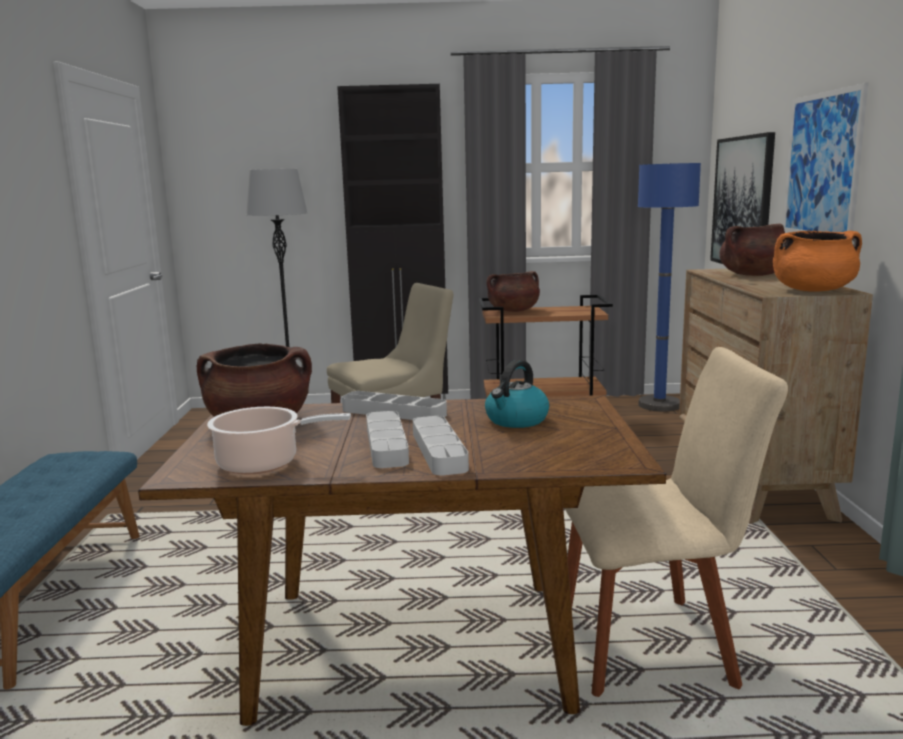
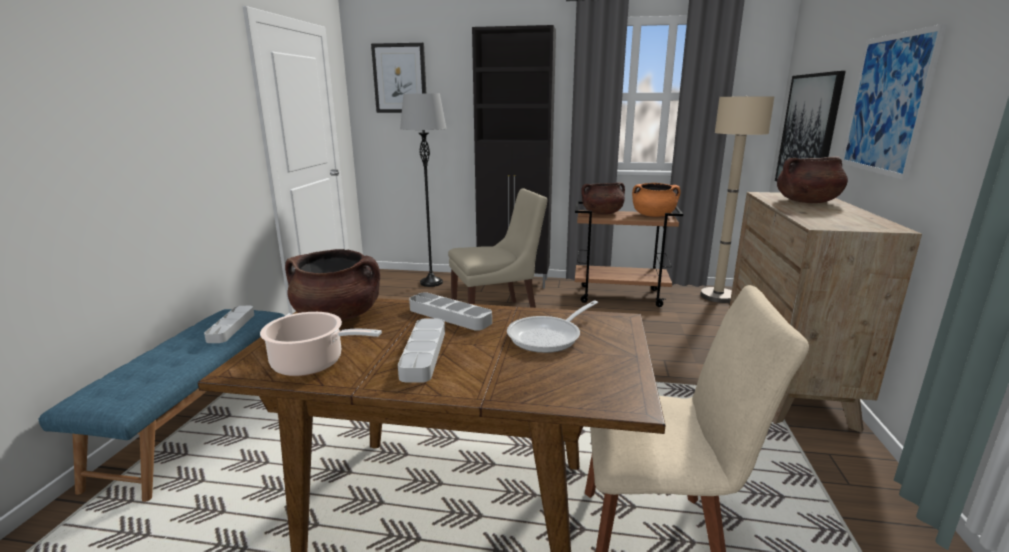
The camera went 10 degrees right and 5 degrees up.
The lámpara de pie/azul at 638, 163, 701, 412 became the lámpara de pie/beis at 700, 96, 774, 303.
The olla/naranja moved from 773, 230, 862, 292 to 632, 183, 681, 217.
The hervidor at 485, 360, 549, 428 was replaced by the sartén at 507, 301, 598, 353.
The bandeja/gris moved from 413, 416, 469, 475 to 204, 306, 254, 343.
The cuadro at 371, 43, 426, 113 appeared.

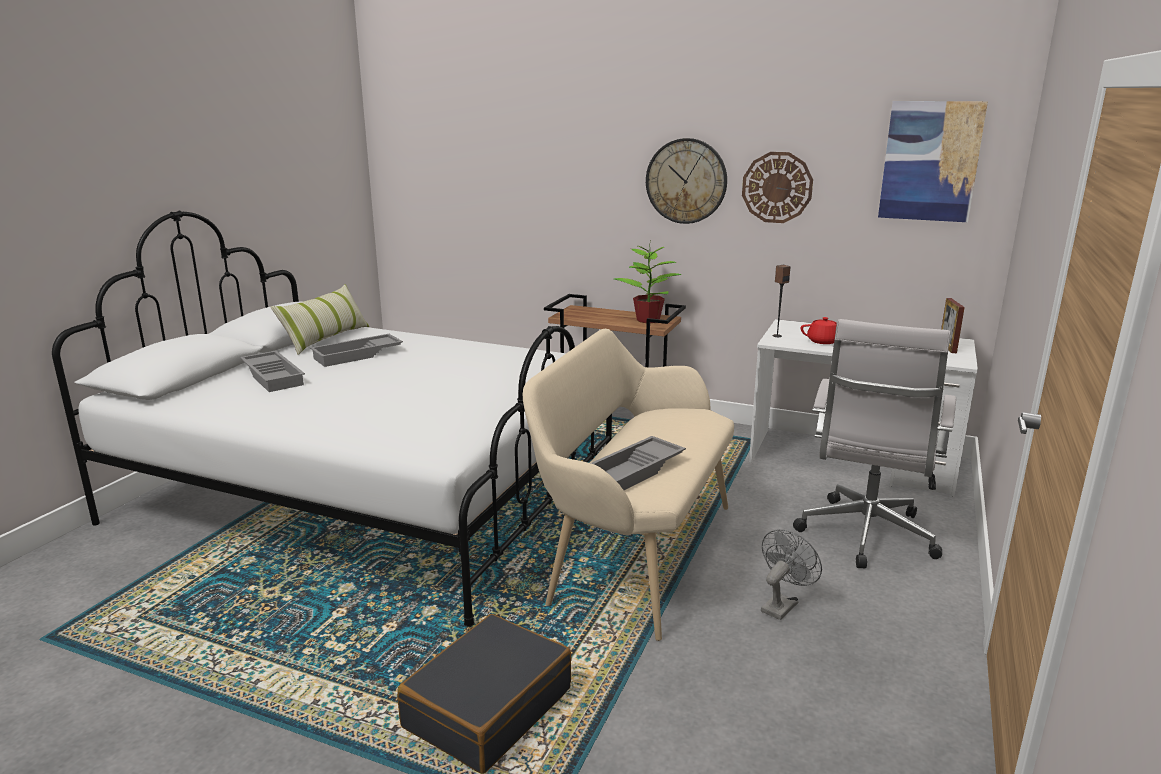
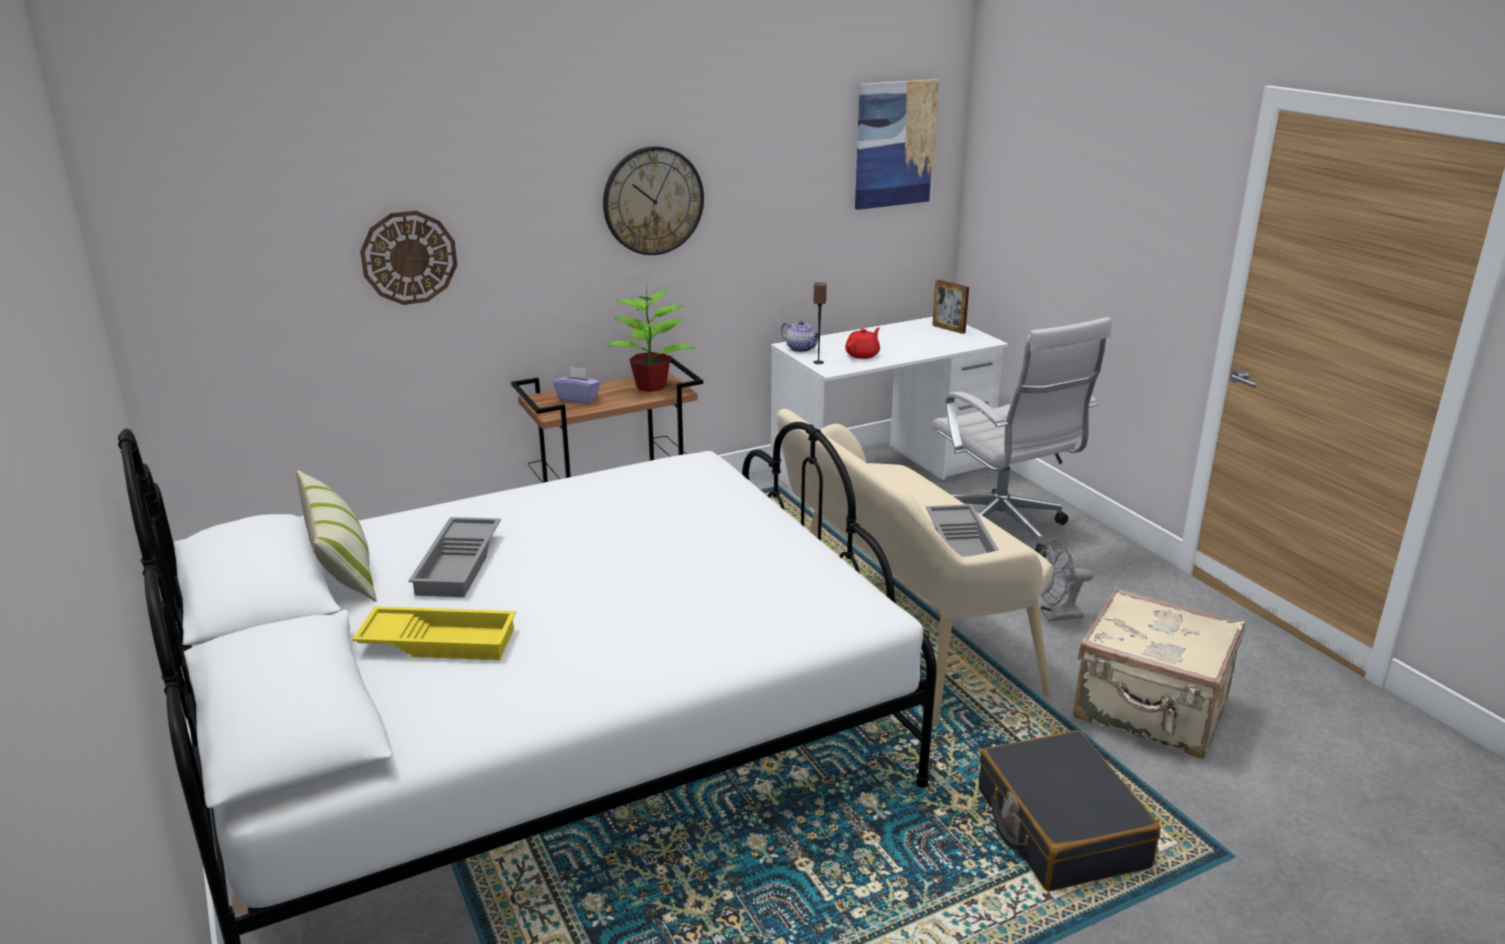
The camera went 50 degrees left and 5 degrees up.
The reloj de pared moved from 742, 152, 813, 223 to 360, 211, 457, 305.
The bandeja/gris at 240, 351, 305, 392 became the bandeja/amarillo at 352, 606, 516, 660.
The ventilador/gris at 761, 529, 822, 620 turned 90 degrees counterclockwise.
The tetera at 781, 321, 822, 352 appeared.
The caja de pañuelos/morado at 553, 366, 601, 404 appeared.
The maleta/beis at 1073, 588, 1245, 759 appeared.

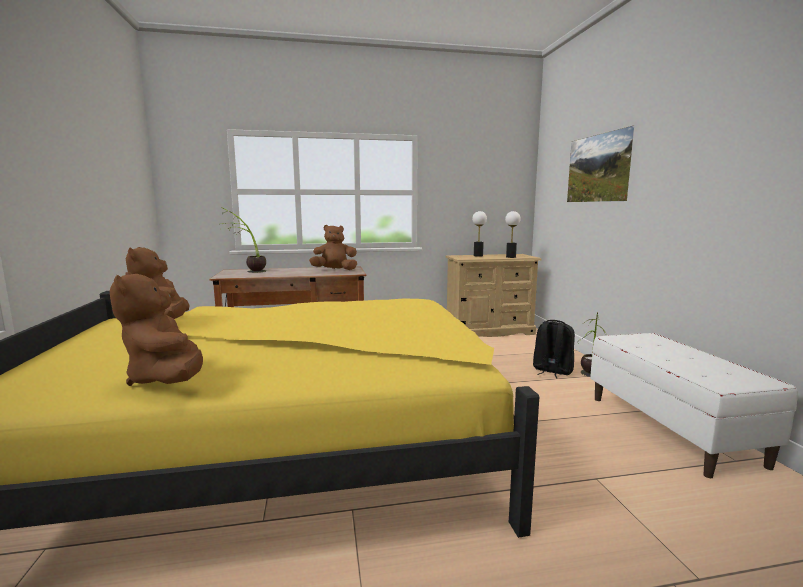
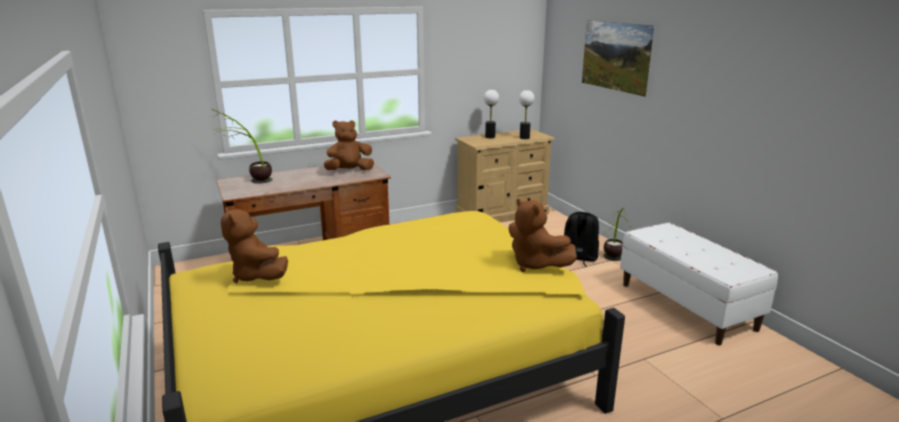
The camera went 15 degrees left and 10 degrees up.
The peluche/marrón moved from 110, 272, 203, 386 to 508, 198, 577, 272.

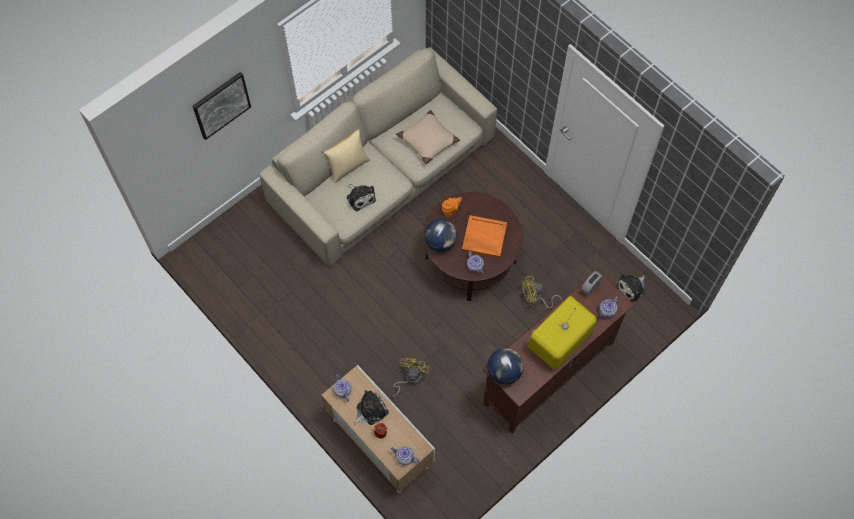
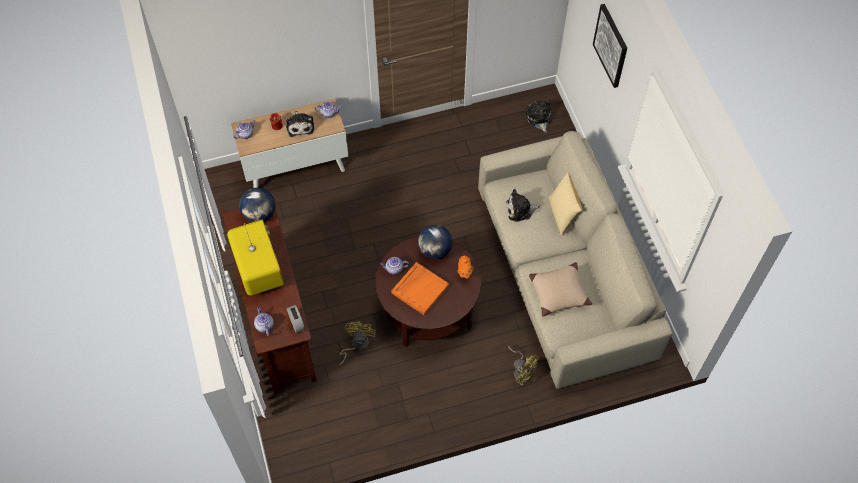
The camera went 115 degrees right and 5 degrees down.
The peluche moved from 616, 274, 645, 302 to 525, 100, 552, 133.
The ventilador/amarillo moved from 392, 358, 430, 397 to 508, 346, 539, 385.

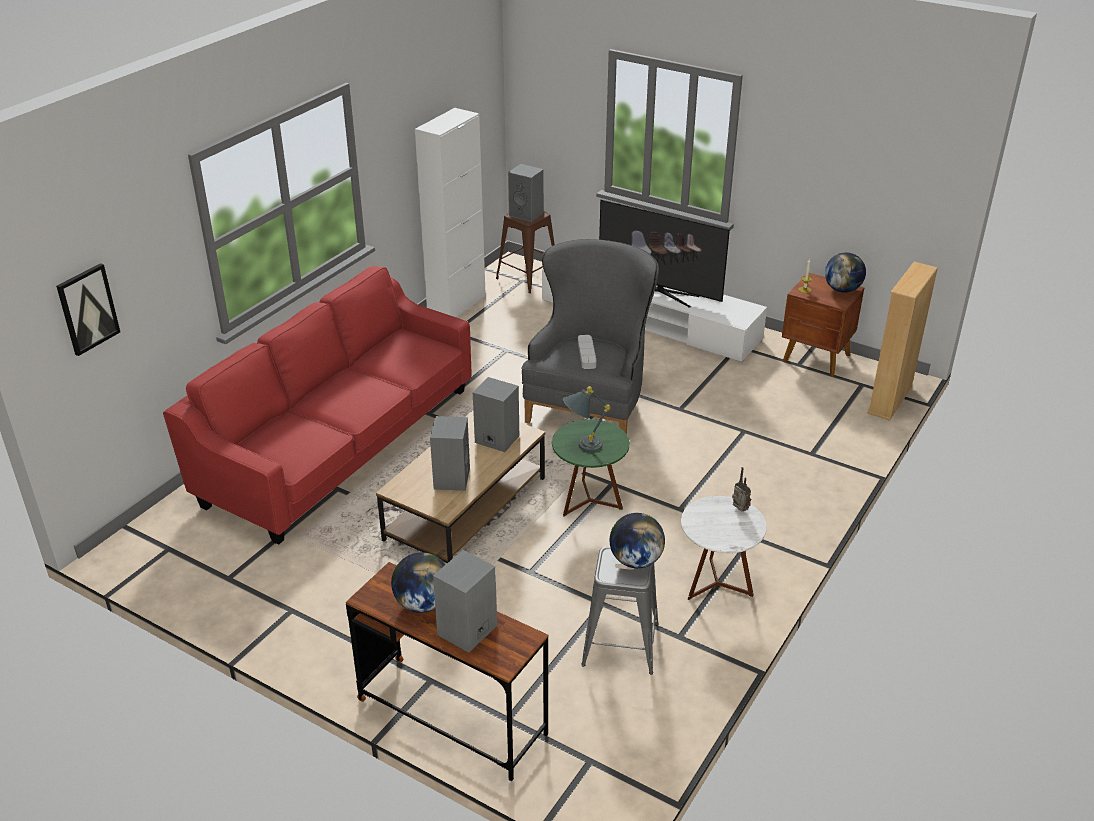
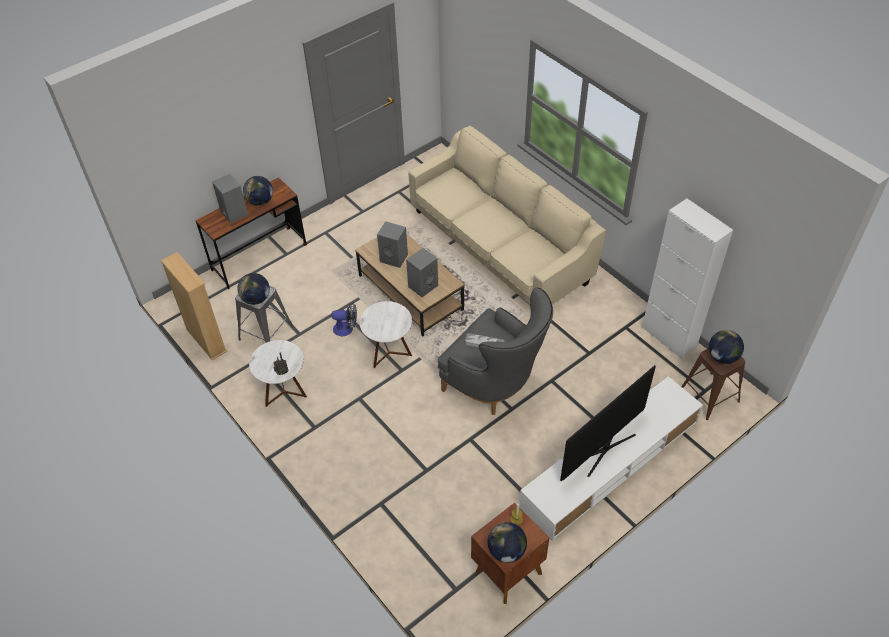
The camera went 110 degrees right and 15 degrees up.
The altavoz/gris at 508, 164, 544, 222 was replaced by the globo terráqueo at 709, 330, 744, 364.
The estantería/beis moved from 867, 262, 938, 421 to 161, 252, 227, 360.
The cuadro at 56, 263, 120, 356 disappeared.
The sofá/rojo at 163, 266, 472, 545 became the sofá/beis at 408, 126, 606, 305.
The lámpara de mesa/gris at 563, 386, 611, 452 disappeared.
The mesa auxiliar/verde at 552, 419, 630, 516 became the mesa auxiliar/blanco at 360, 301, 412, 368.
The ventilador at 331, 303, 357, 337 appeared.

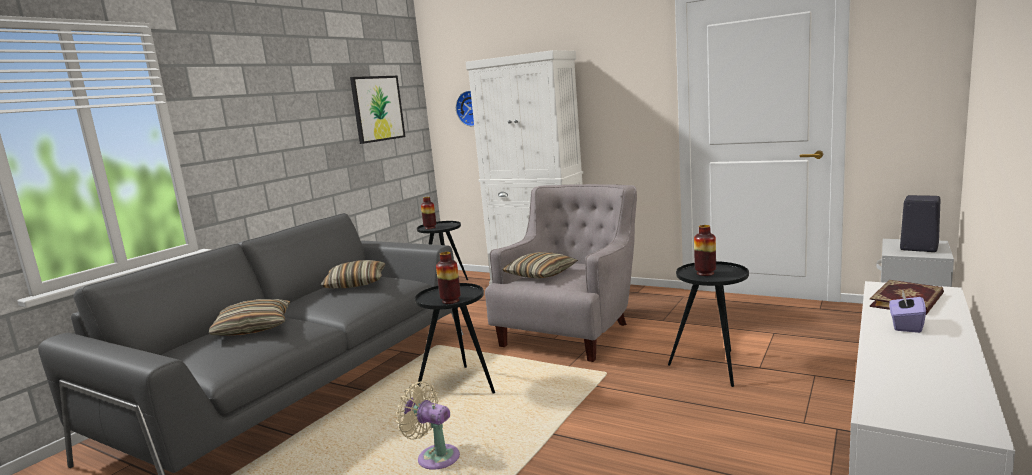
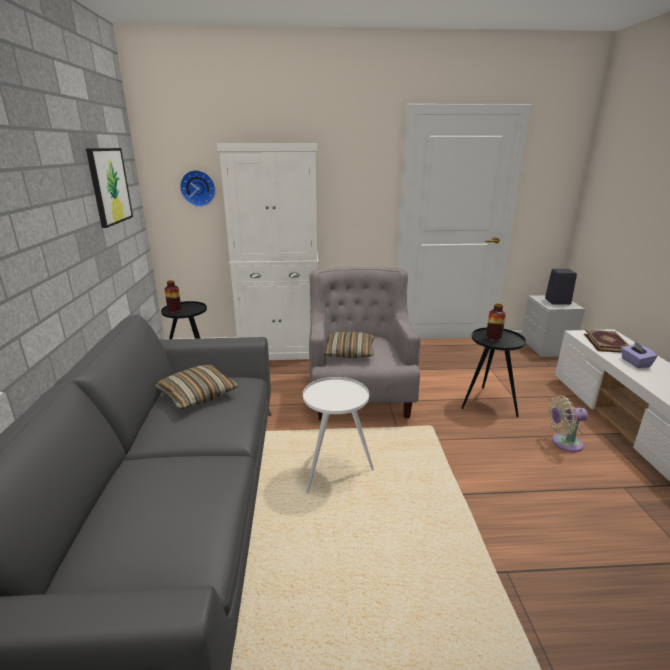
The camera went 35 degrees left and 10 degrees up.
The florero at 436, 252, 461, 304 disappeared.
The mesa auxiliar/negro at 415, 283, 495, 394 became the mesa auxiliar/blanco at 303, 377, 374, 493.
The cojín at 209, 299, 291, 336 disappeared.
The ventilador/beis moved from 396, 381, 460, 470 to 548, 395, 588, 452.

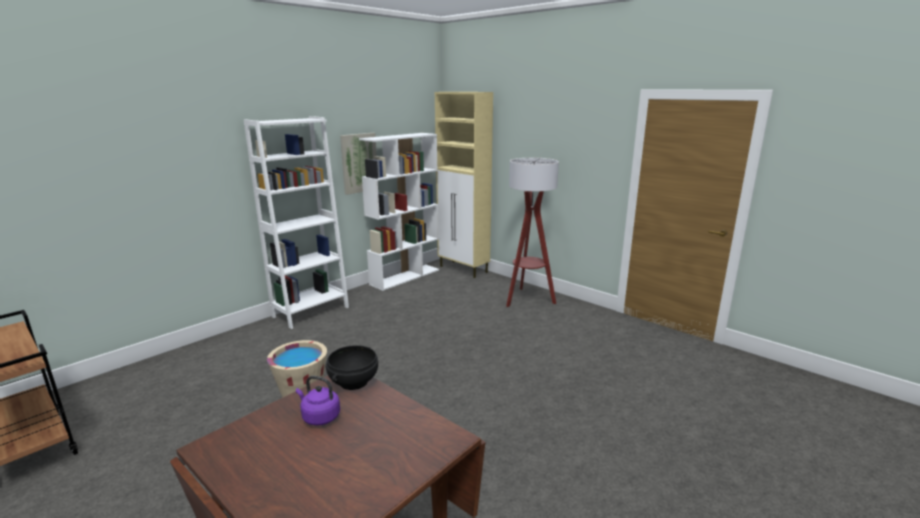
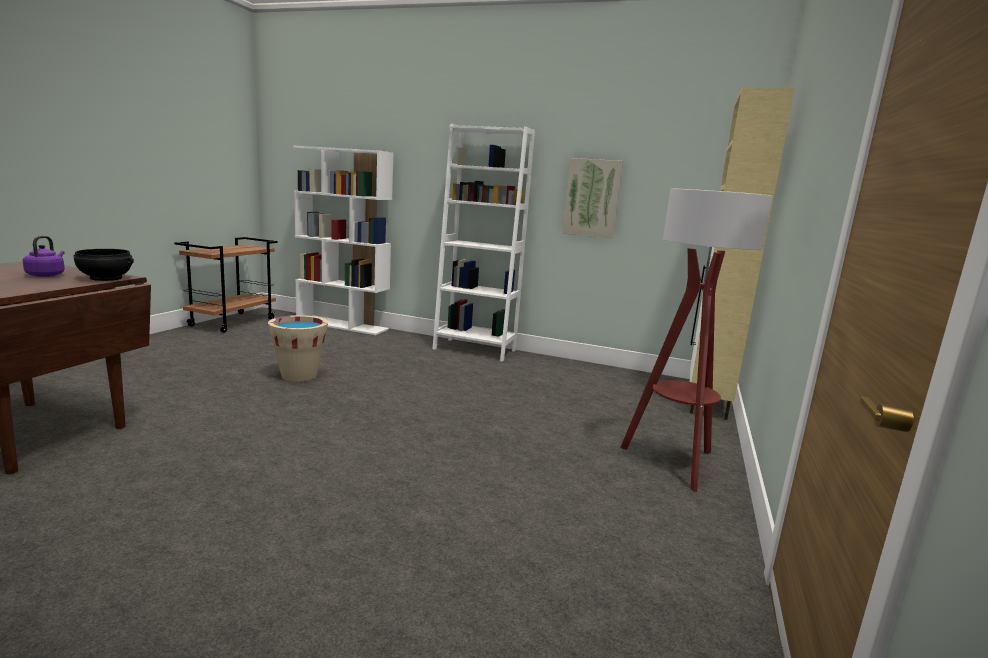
The camera went 65 degrees right and 5 degrees down.
The estantería/blanco moved from 359, 133, 439, 291 to 293, 146, 394, 335.

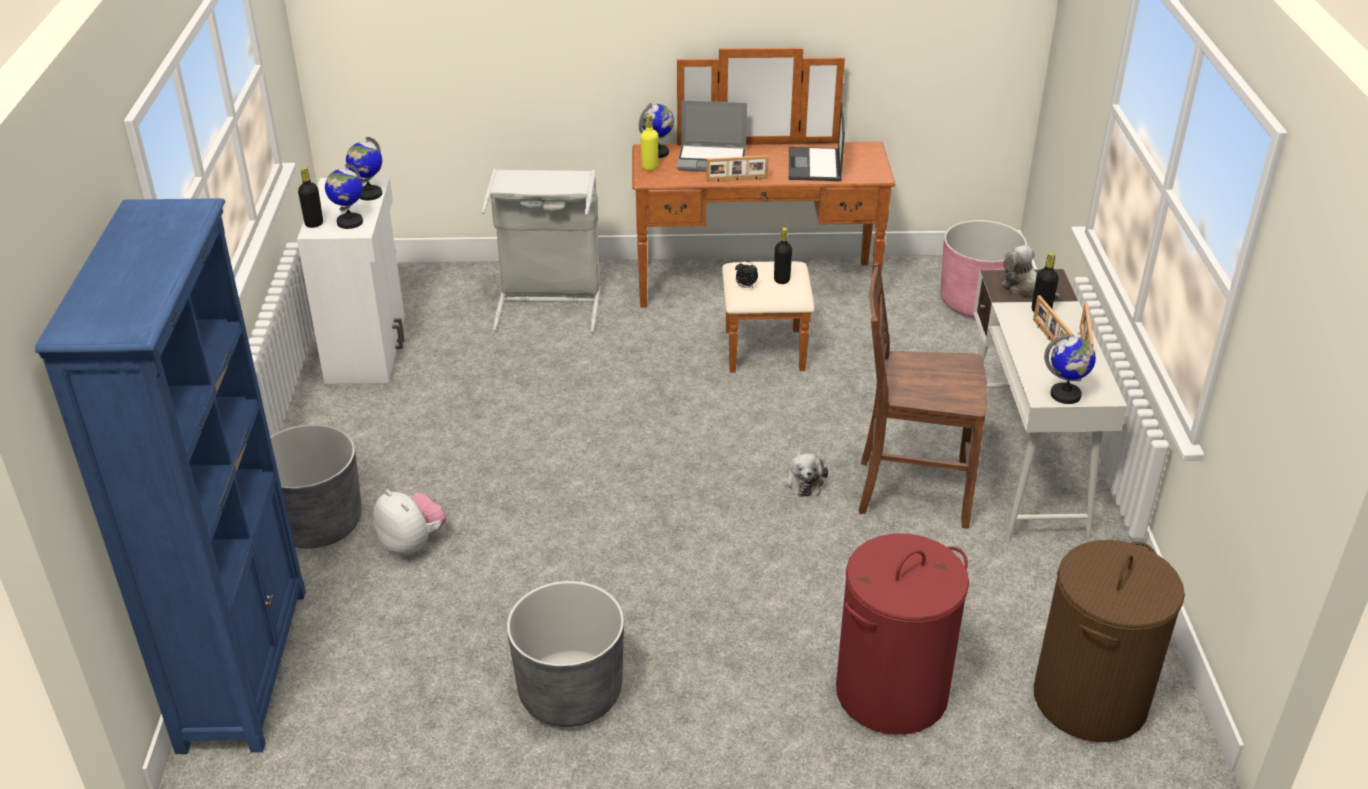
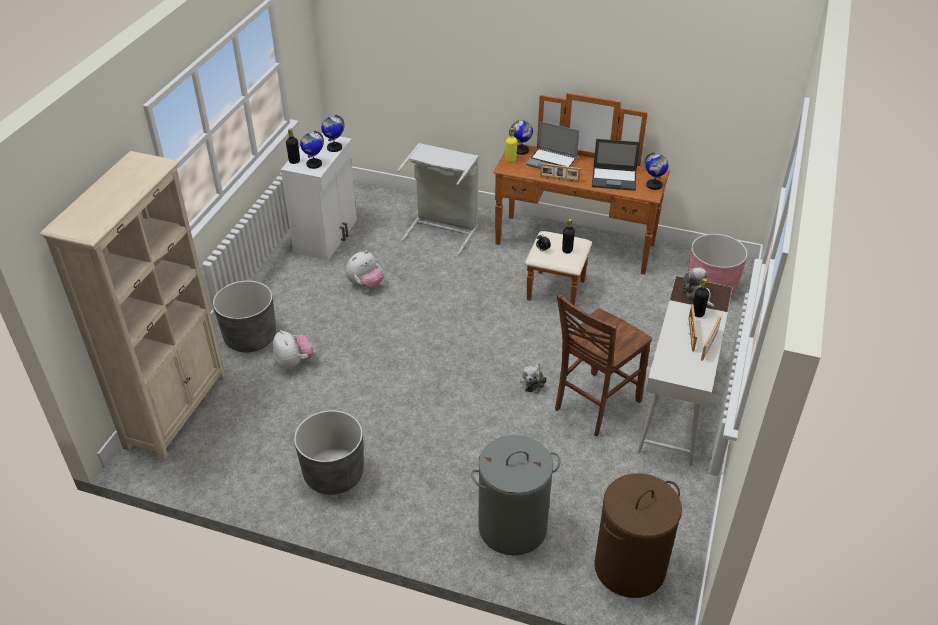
The camera went 20 degrees right and 5 degrees up.
The portátil at 789, 102, 845, 181 turned 105 degrees counterclockwise.
The estantería/azul at 35, 198, 306, 754 became the estantería/beis at 40, 151, 226, 461.
The silla/marrón at 859, 263, 987, 528 turned 75 degrees counterclockwise.
The globo terráqueo moved from 1044, 334, 1096, 404 to 644, 152, 668, 190.
The cesto de la ropa/rojo at 836, 533, 969, 735 became the cesto de la ropa/gris at 471, 435, 560, 556.
The peluche at 346, 250, 384, 289 appeared.

